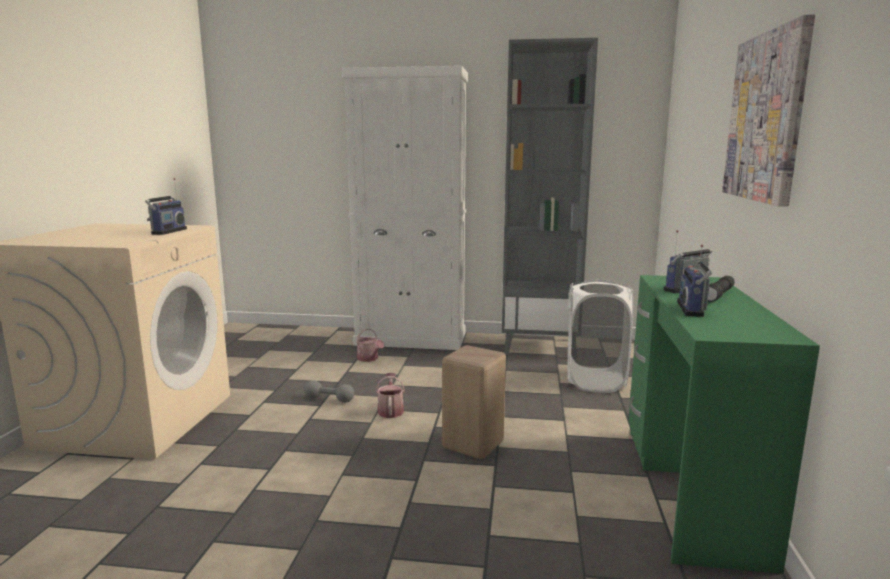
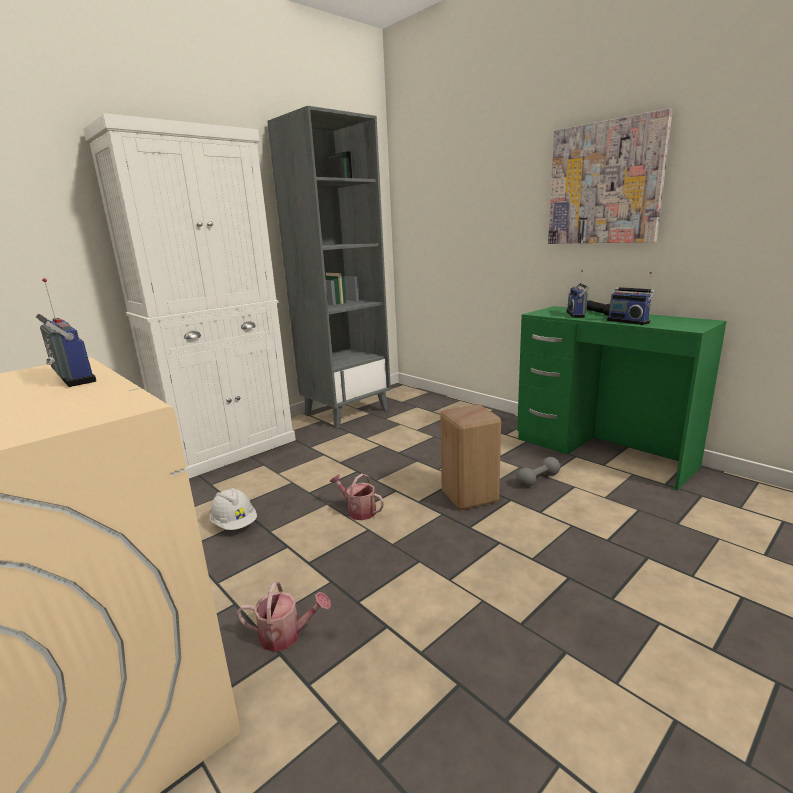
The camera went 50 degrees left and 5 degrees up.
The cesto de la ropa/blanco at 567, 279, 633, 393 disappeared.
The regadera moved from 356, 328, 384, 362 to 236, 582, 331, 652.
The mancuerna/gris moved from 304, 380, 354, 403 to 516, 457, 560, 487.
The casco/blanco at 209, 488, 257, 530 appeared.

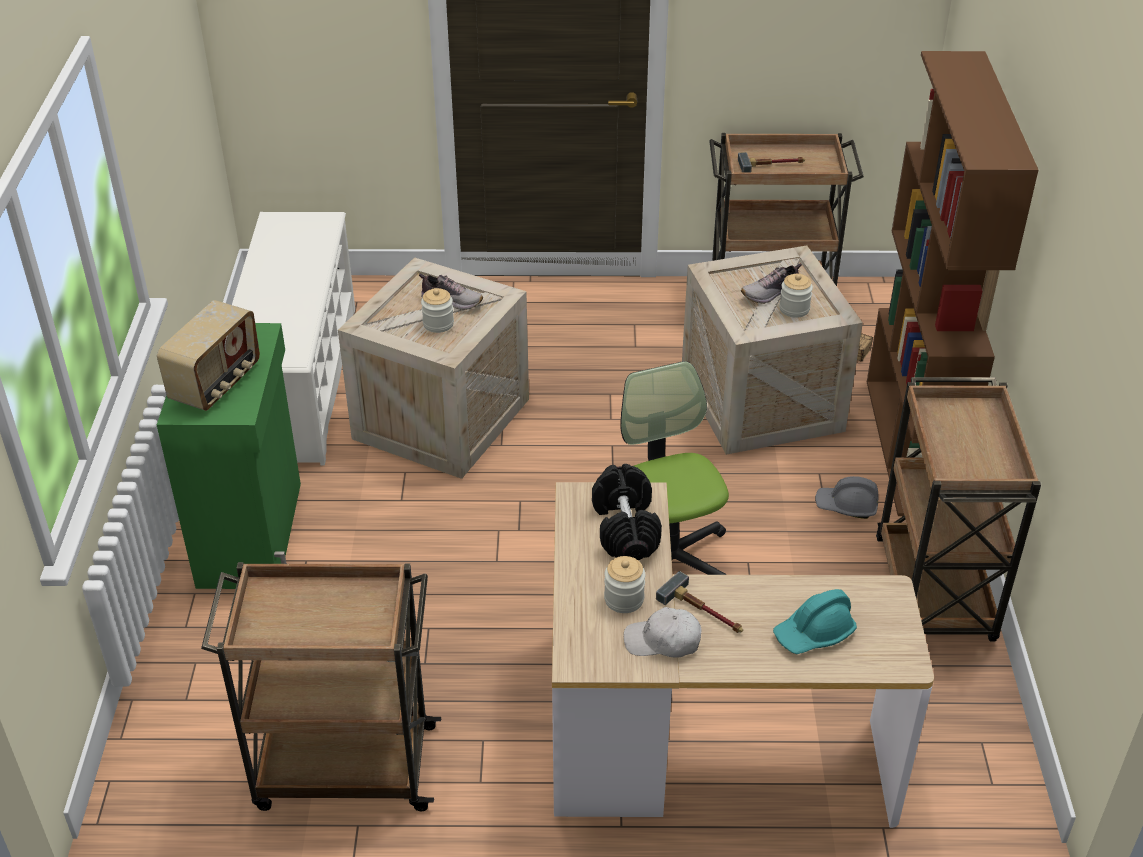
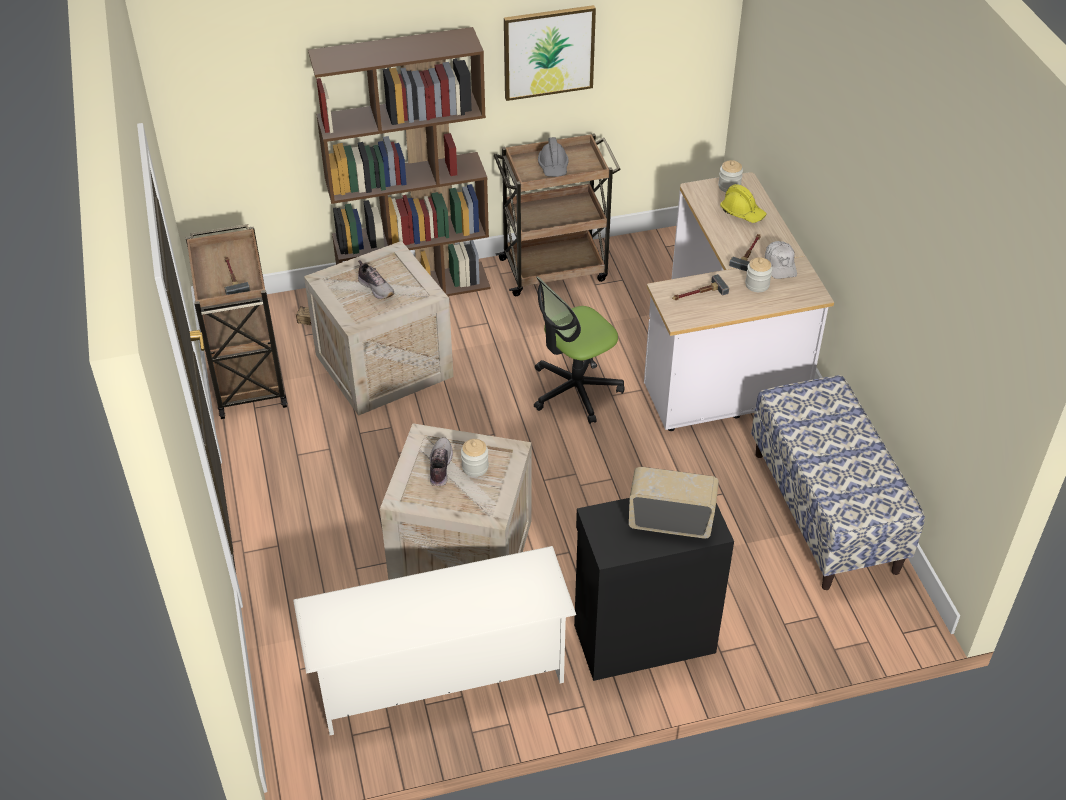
The camera went 105 degrees left and 5 degrees up.
The tarro moved from 779, 274, 813, 318 to 718, 160, 743, 192.
The armario/verde at 157, 323, 301, 589 became the armario/negro at 574, 498, 734, 681.
The mancuerna/negro at 592, 464, 662, 560 was replaced by the martillo at 672, 274, 729, 300.
The casco/gris moved from 815, 476, 878, 519 to 538, 137, 569, 177.
The carrito/marrón at 201, 562, 441, 811 was replaced by the banco at 751, 375, 925, 590.
The casco/turquesa at 773, 589, 857, 654 became the casco/amarillo at 720, 184, 767, 223.
The cuadro at 504, 5, 596, 101 appeared.

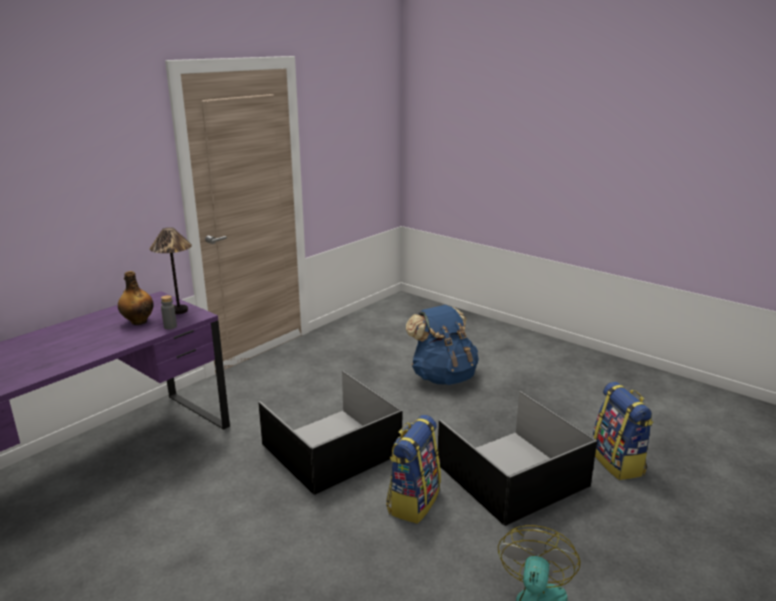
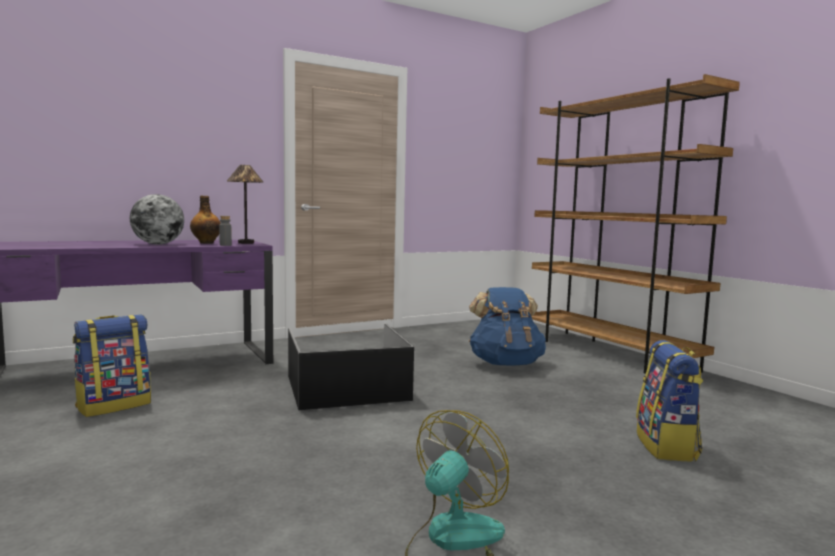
The camera went 20 degrees right and 15 degrees down.
The caja de almacenaje/negro at 438, 391, 597, 526 disappeared.
The mochila moved from 386, 415, 441, 524 to 73, 315, 151, 417.
The estantería/marrón at 531, 74, 740, 374 appeared.
The globo terráqueo at 130, 194, 184, 245 appeared.

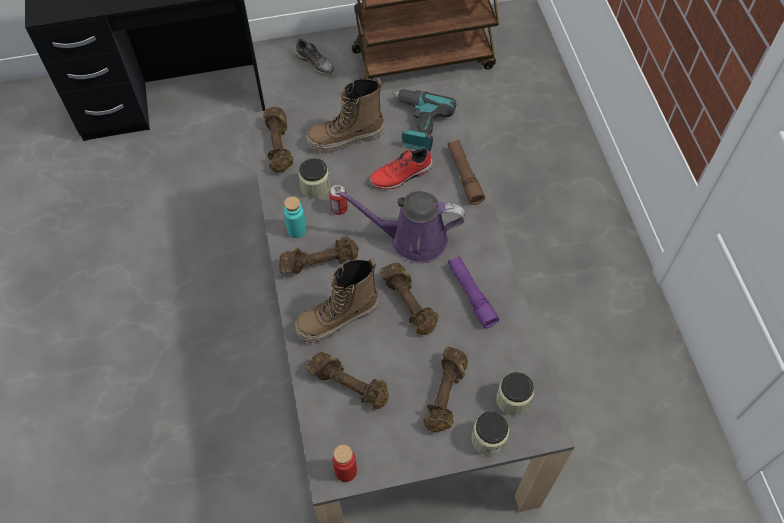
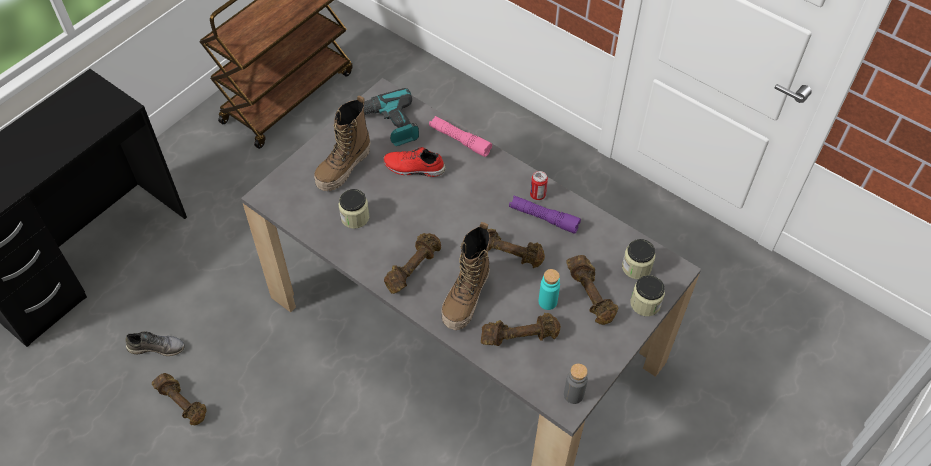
The camera went 40 degrees left and 5 degrees down.
The zapato/gris moved from 295, 39, 334, 74 to 125, 331, 185, 356.
The mancuerna/marrón moved from 263, 107, 293, 173 to 152, 373, 207, 425.
The linterna/marrón at 448, 140, 485, 205 became the linterna/rosa at 429, 116, 492, 157.
The zapato/rojo at 369, 148, 433, 189 turned 75 degrees clockwise.
The lata moved from 329, 184, 348, 215 to 530, 171, 548, 200.
The regadera/morado at 335, 190, 465, 263 disappeared.
The botella/turquesa moved from 284, 196, 306, 238 to 539, 269, 560, 310.
The botella/rojo at 333, 445, 357, 482 became the botella/gris at 564, 363, 588, 404.

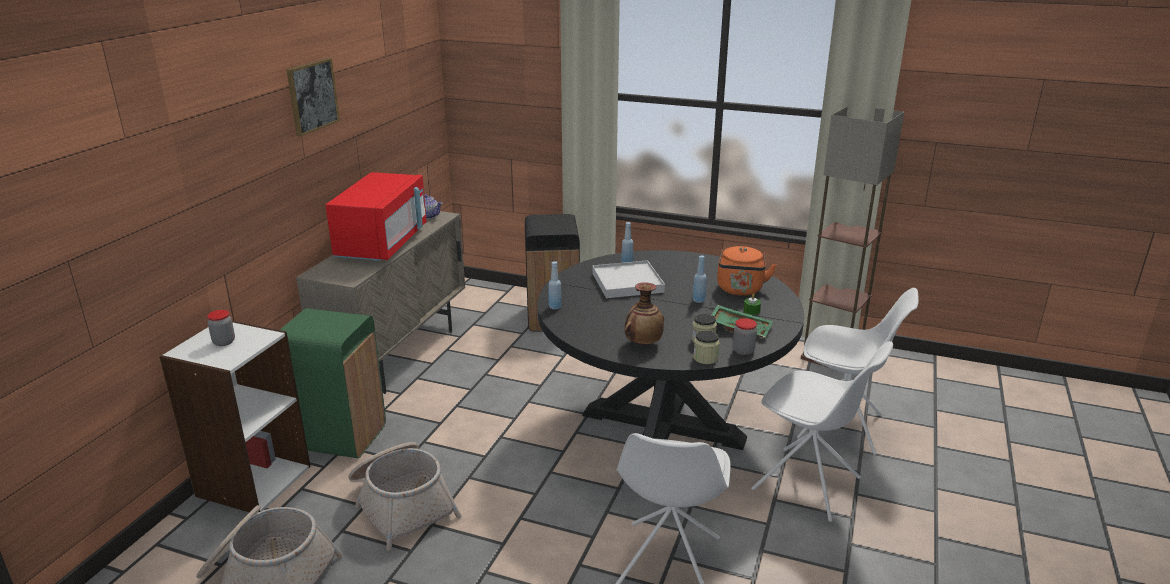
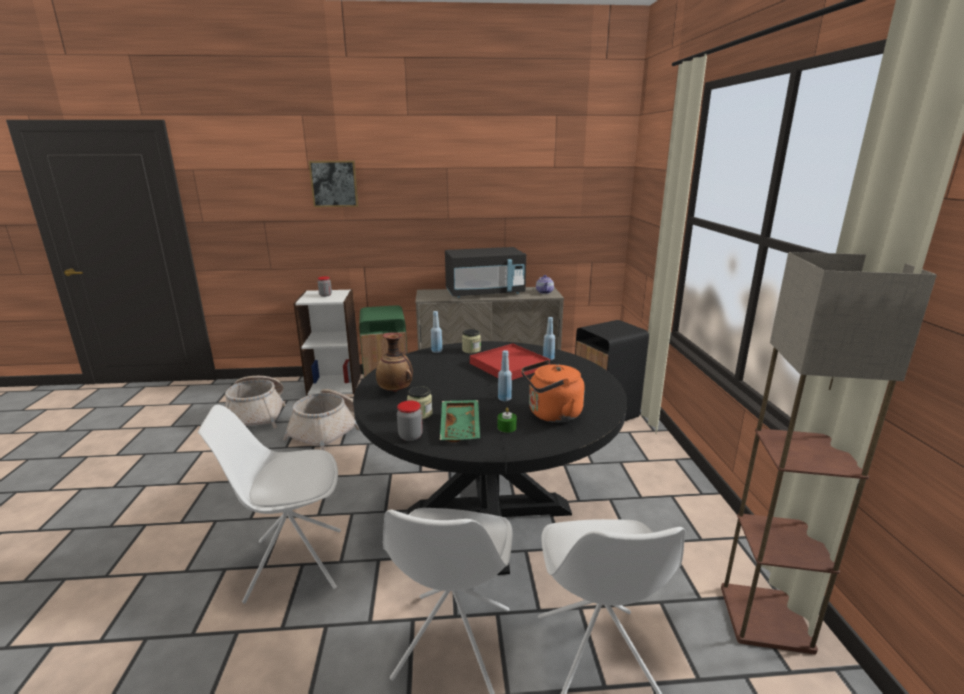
The camera went 65 degrees right and 5 degrees down.
The cuadro moved from 287, 58, 340, 137 to 309, 161, 358, 207.
The microondas/rojo at 326, 172, 427, 261 became the microondas/negro at 445, 247, 526, 298.
The bandeja/blanco at 592, 260, 665, 298 became the bandeja/rojo at 470, 343, 550, 380.
The tarro moved from 693, 330, 719, 364 to 462, 329, 481, 353.

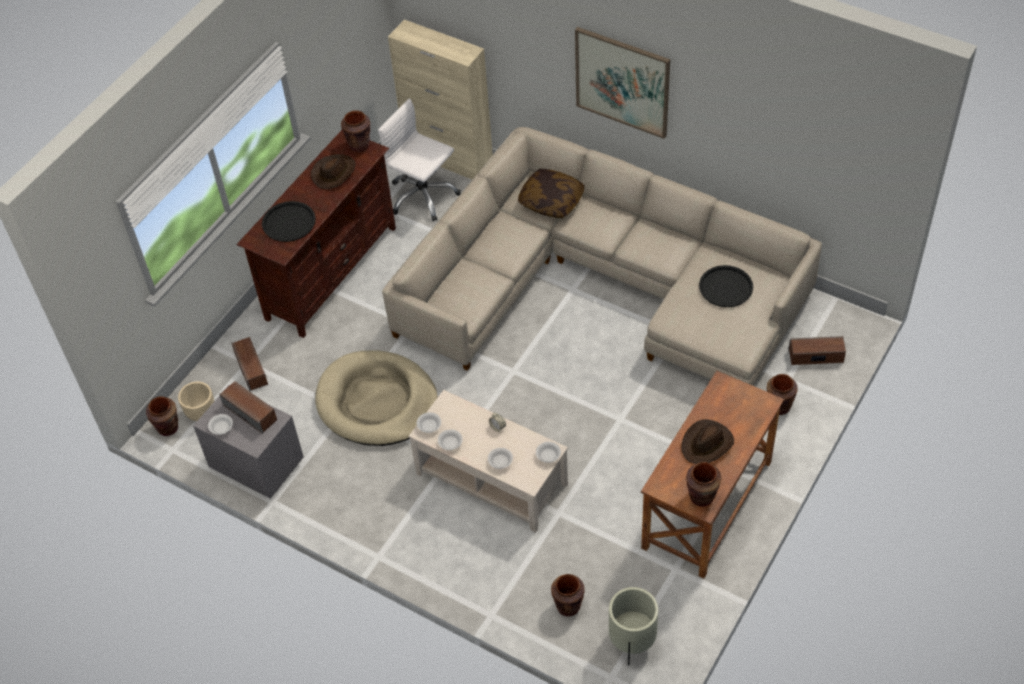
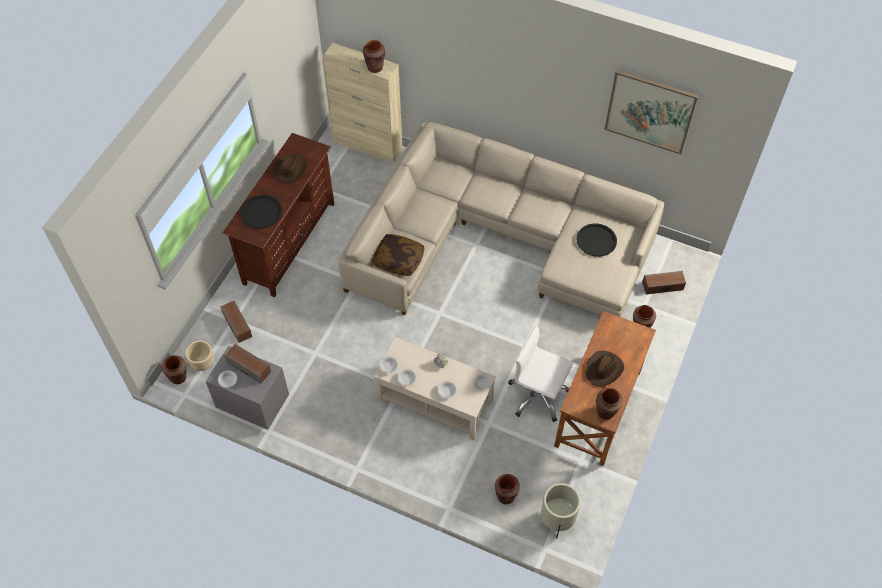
The camera went 10 degrees left and 5 degrees up.
The cuadro moved from 575, 27, 670, 139 to 604, 70, 699, 154.
The silla de oficina/blanco moved from 378, 98, 461, 221 to 508, 325, 573, 422.
The florero/marrón moved from 341, 111, 370, 152 to 363, 40, 385, 73.
The cojín moved from 518, 169, 584, 218 to 372, 234, 424, 276.
The cama para perro/beis at 315, 350, 438, 446 disappeared.

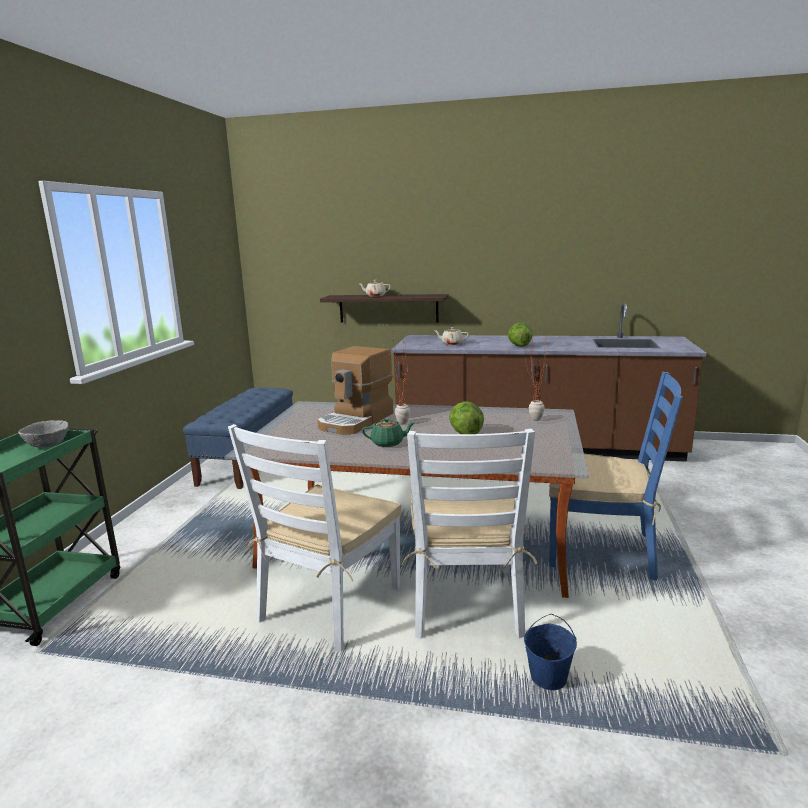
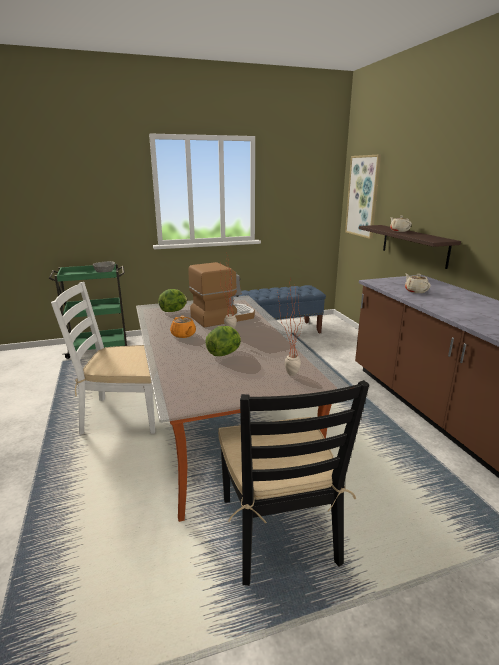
The camera went 60 degrees right and 5 degrees up.
The lechuga moved from 508, 322, 533, 347 to 158, 289, 187, 312.
The cafetera at 318, 346, 393, 435 turned 150 degrees clockwise.
The silla/azul at 549, 372, 683, 581 became the silla/negro at 218, 380, 369, 586.
The tetera/verde at 362, 418, 415, 447 became the tetera/naranja at 170, 316, 196, 338.
The silla/blanco at 402, 429, 538, 639 disappeared.
The cubo/azul at 524, 614, 577, 690 disappeared.
The cuadro at 345, 155, 381, 239 appeared.

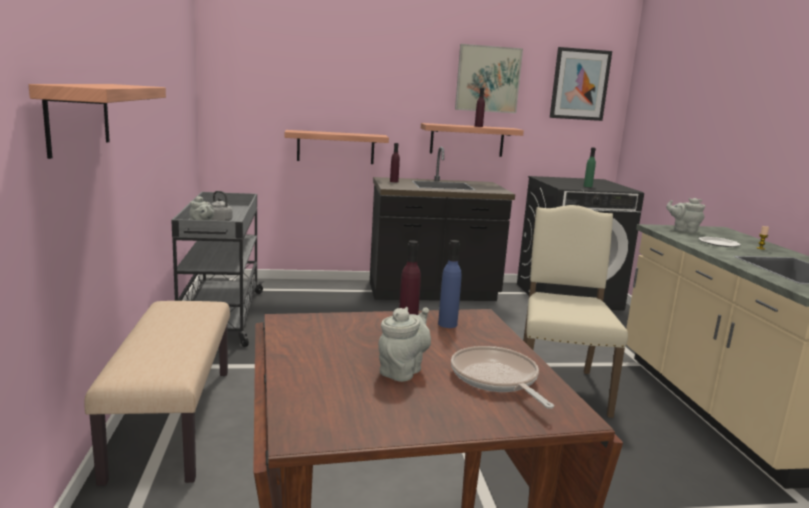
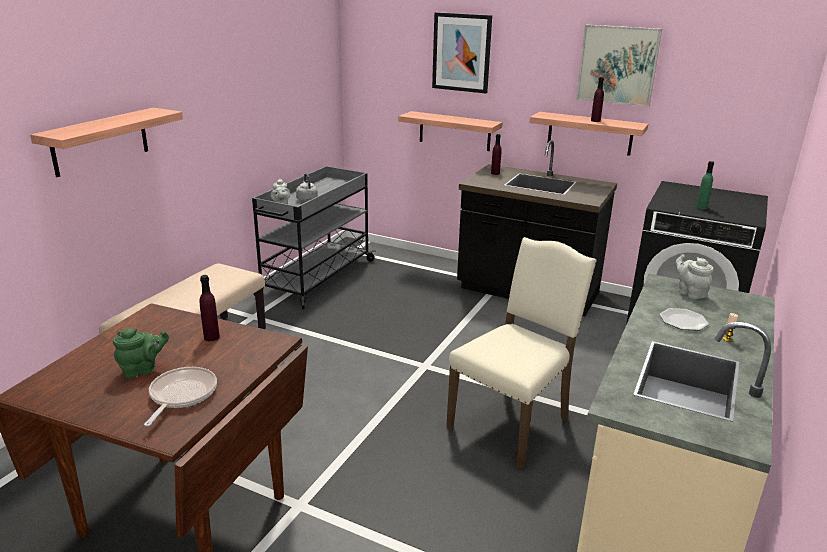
The camera went 35 degrees right and 10 degrees up.
The cuadro moved from 550, 47, 612, 121 to 432, 12, 492, 93.
The botella/azul at 438, 240, 462, 328 disappeared.
The tetera/gris at 378, 307, 431, 382 became the tetera/verde at 113, 328, 169, 378.

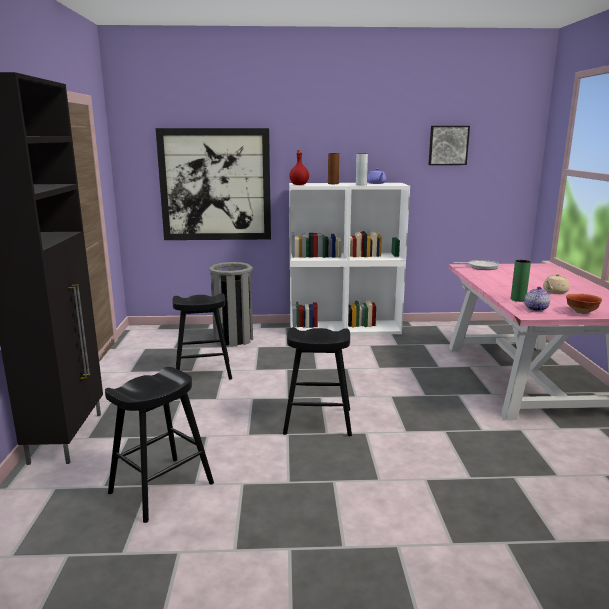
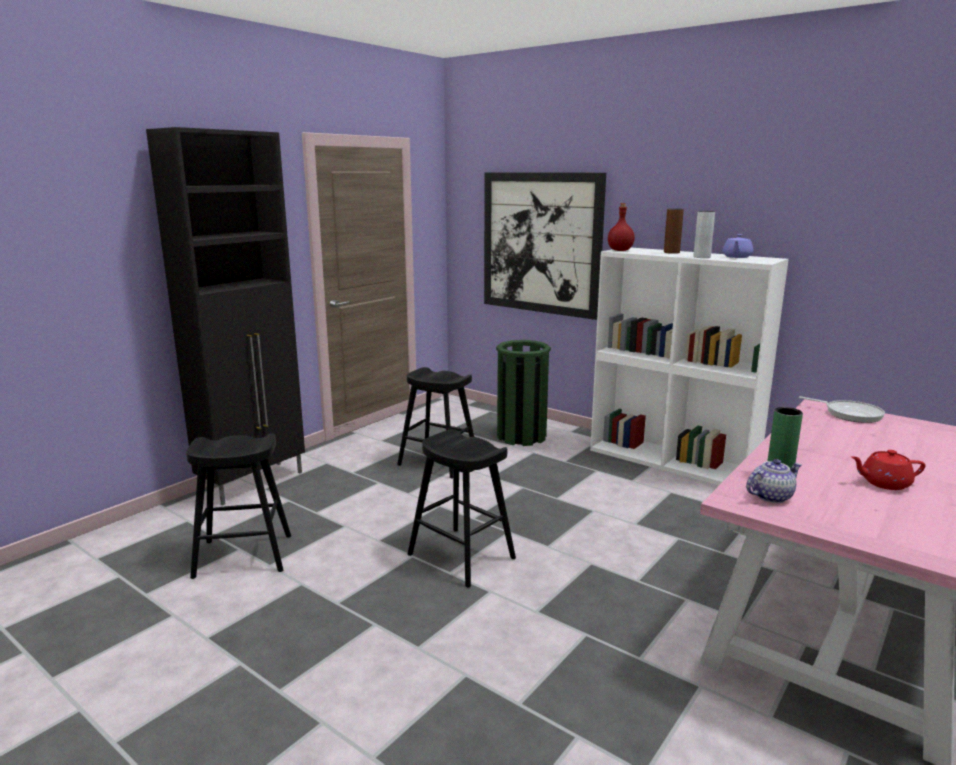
The camera went 40 degrees right and 0 degrees up.
The cuadro at 429, 126, 470, 165 disappeared.
The papelera/gris at 209, 262, 253, 347 became the papelera/verde at 496, 340, 551, 446.
The tetera/beis at 543, 273, 570, 294 became the tetera/rojo at 851, 450, 925, 490.
The cuenco at 566, 294, 602, 314 disappeared.

